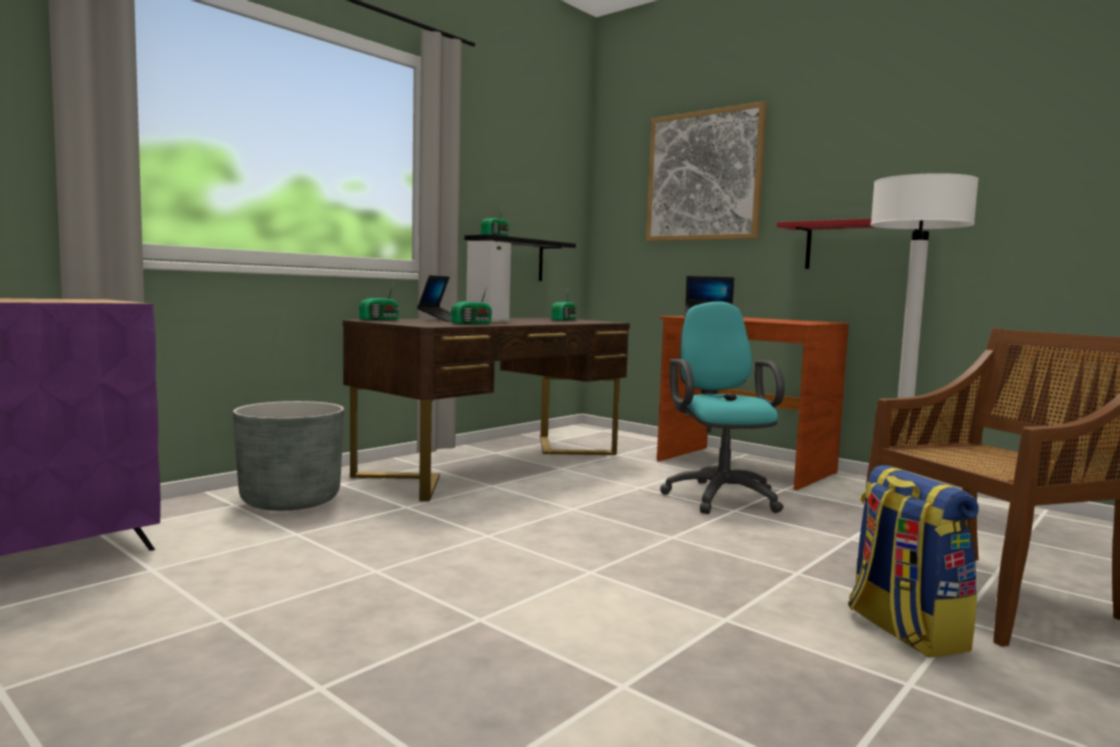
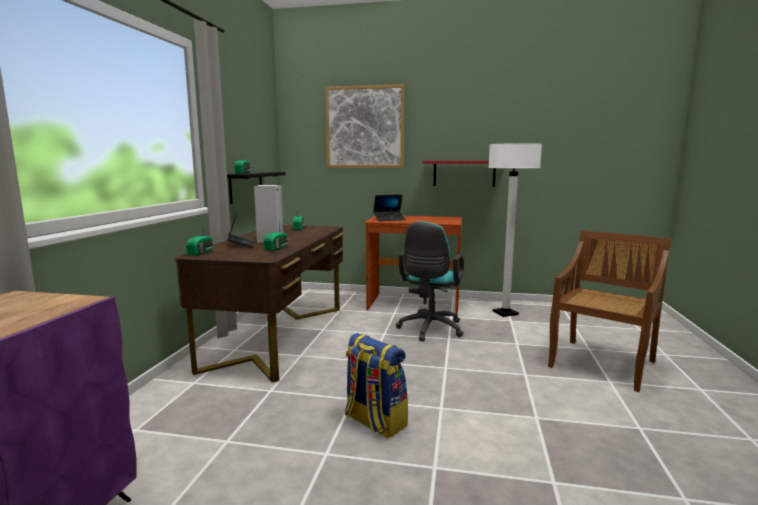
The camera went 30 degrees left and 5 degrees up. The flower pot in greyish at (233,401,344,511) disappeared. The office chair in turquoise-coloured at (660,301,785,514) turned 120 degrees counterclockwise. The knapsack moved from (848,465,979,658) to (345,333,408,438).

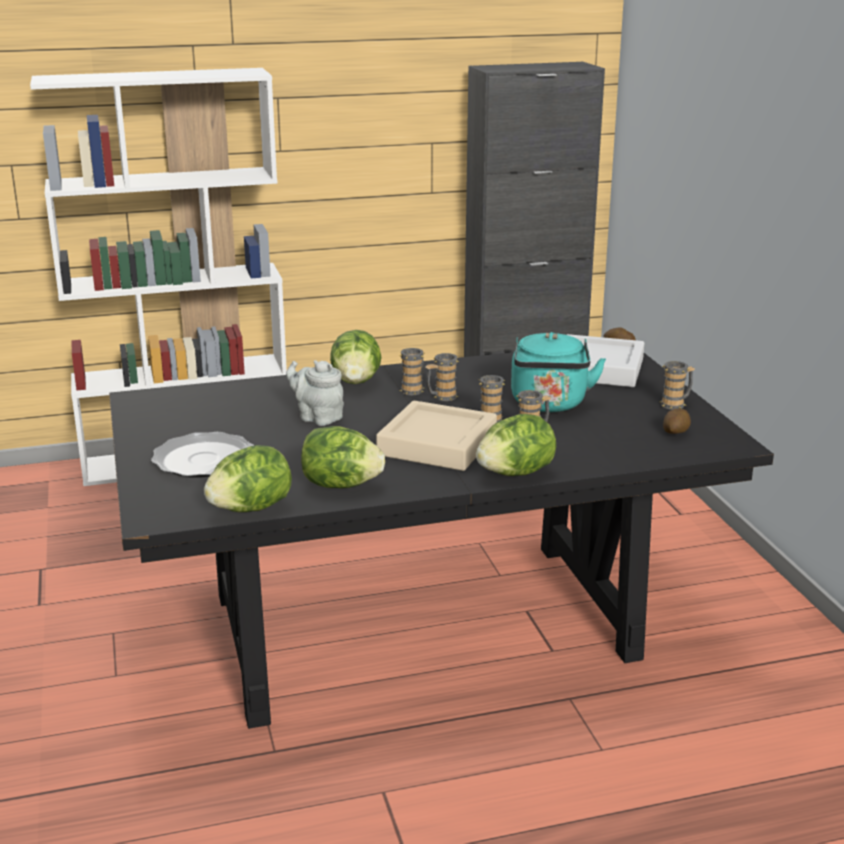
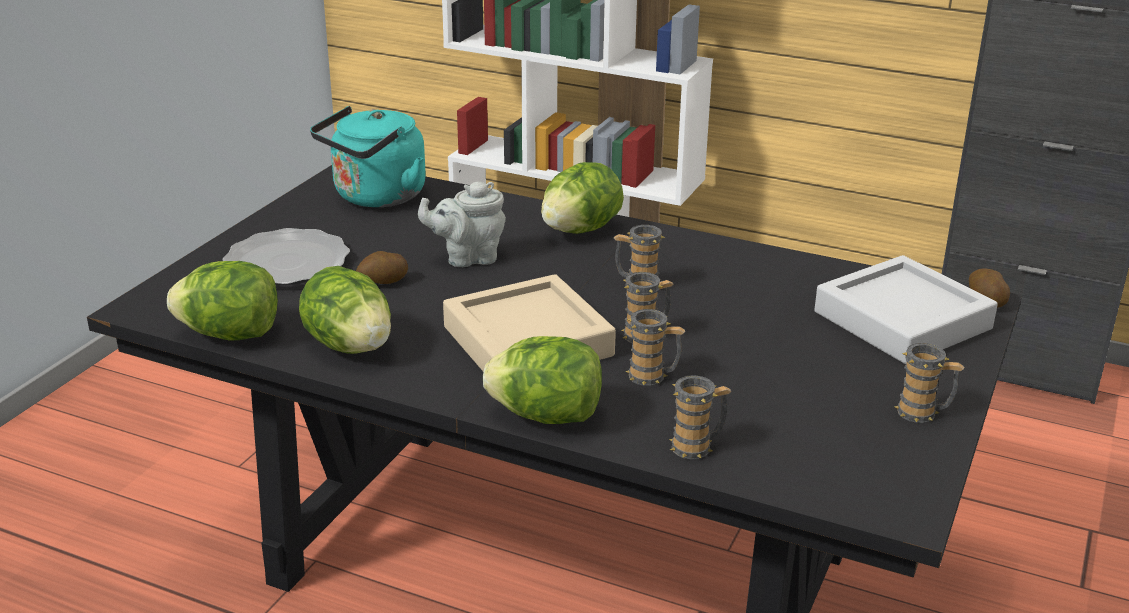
The camera went 40 degrees right and 5 degrees up. The pot for tea in greyish at (286,360,344,426) turned 90 degrees counterclockwise. The coffee mug moved from (399,348,425,395) to (669,375,731,460). The kettle in turquoise-coloured moved from (511,332,606,412) to (310,106,426,207). The whole potato moved from (663,409,691,434) to (356,251,408,284).

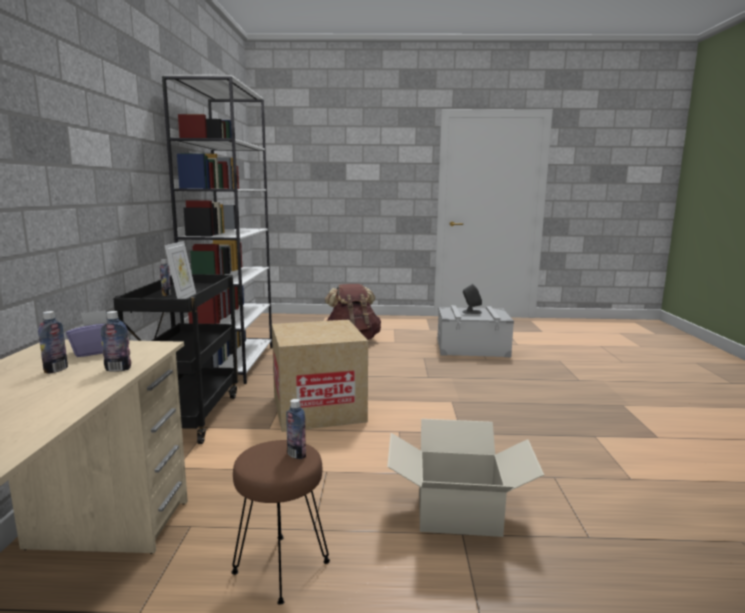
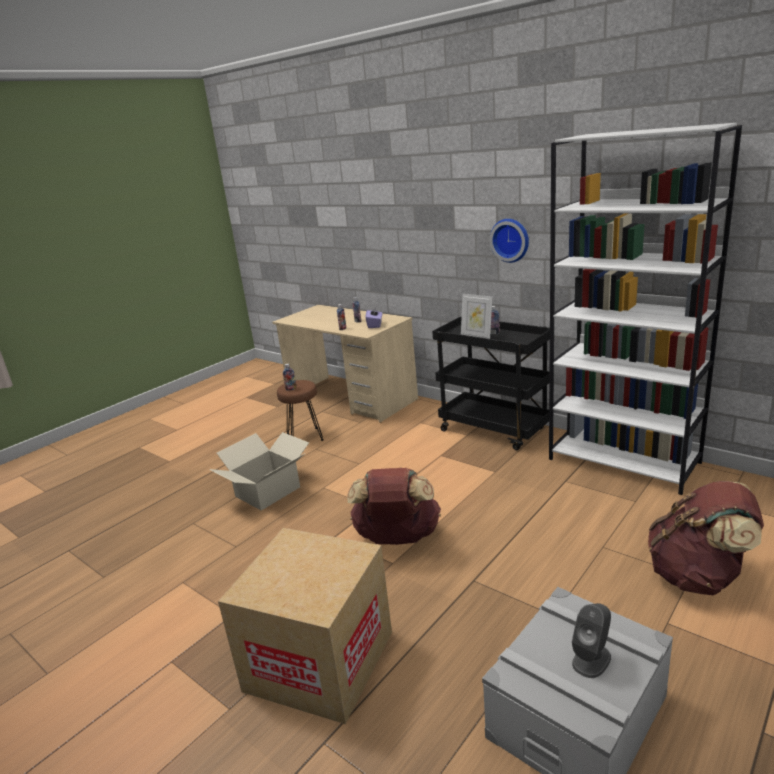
The camera went 130 degrees right and 10 degrees up. The carton moved from (272,320,368,432) to (218,528,392,724). The knapsack in brown-coloured at (347,468,441,545) appeared. The wall clock at (490,219,529,263) appeared.

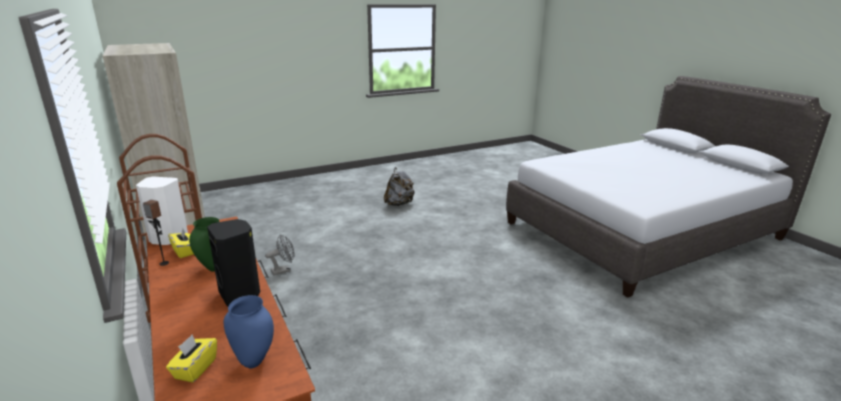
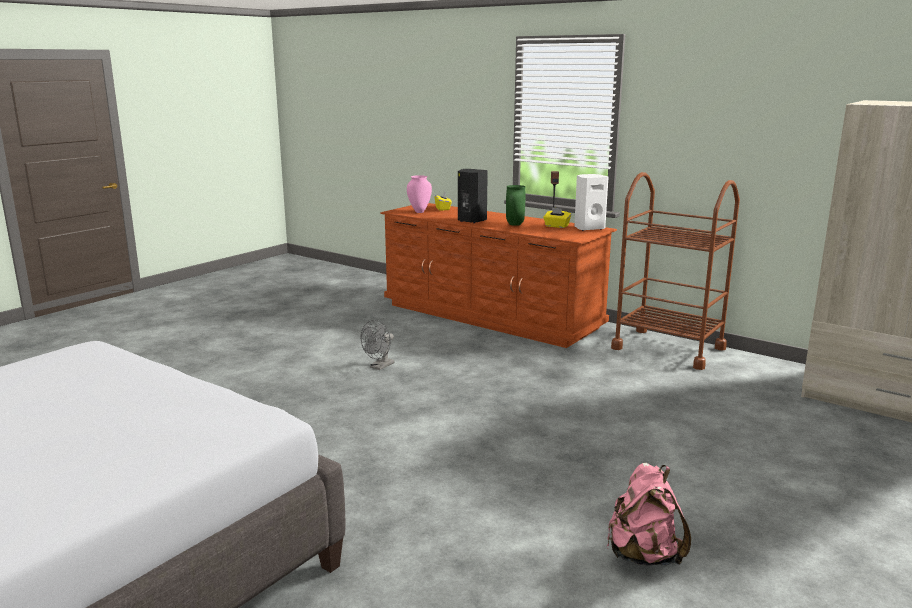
The camera went 155 degrees right and 5 degrees down. The vase in bluish at (223,295,274,368) became the vase in pink-coloured at (407,175,432,213). The electric fan in greyish moved from (265,235,294,275) to (361,320,395,370). The knapsack in greyish at (384,167,415,206) became the knapsack in pink-coloured at (607,463,691,565).

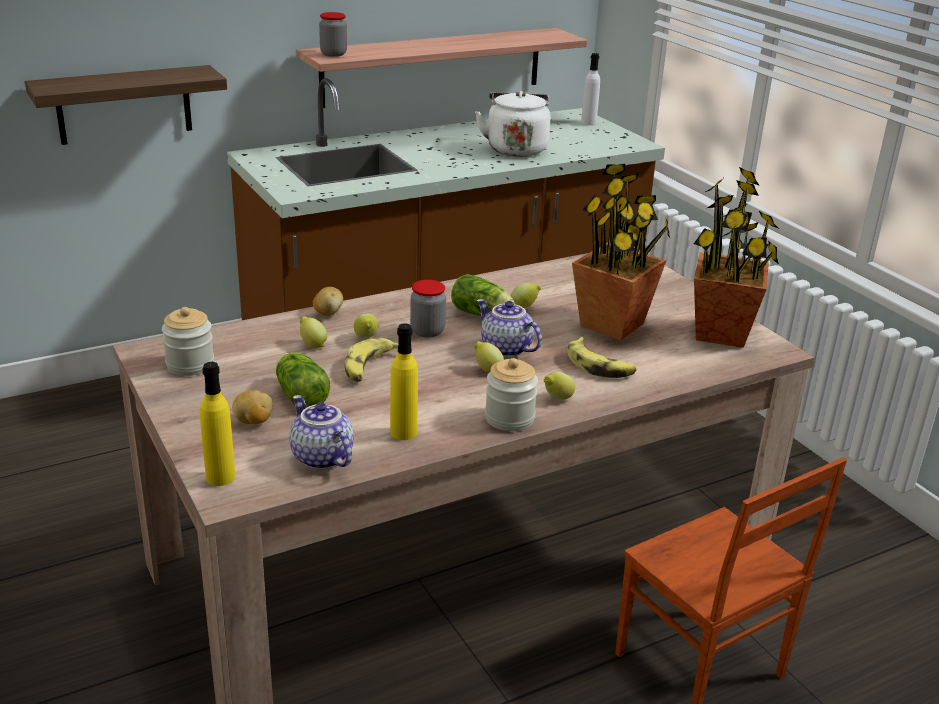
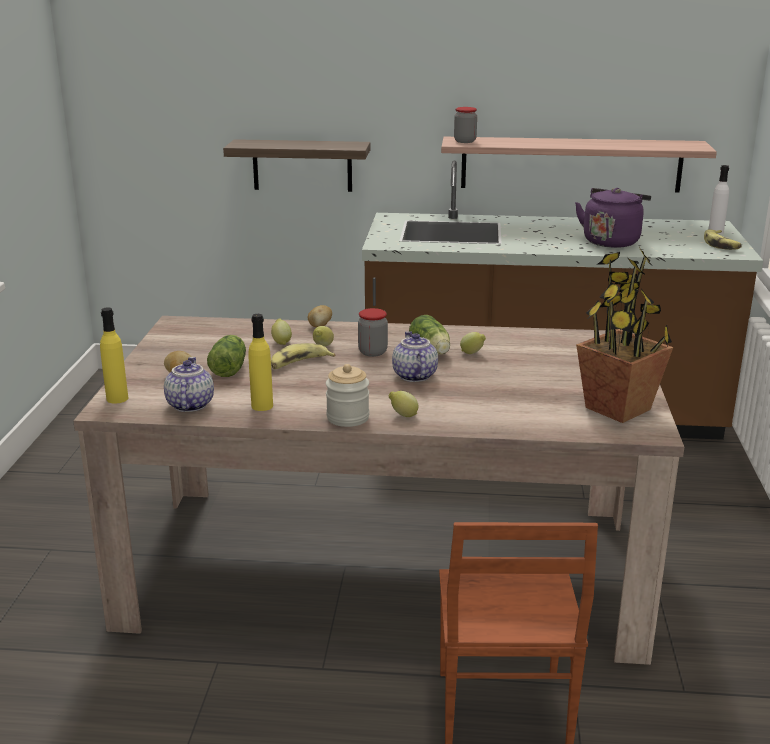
The camera went 35 degrees right and 5 degrees down. The preserve jar at (162,307,214,376) disappeared. The lemon at (474,341,504,373) disappeared. The kettle in white-coloured at (475,91,550,157) became the kettle in purple-coloured at (575,188,651,248). The whole banana moved from (567,337,637,378) to (704,229,742,250). The plant in a pot at (572,164,670,340) disappeared.

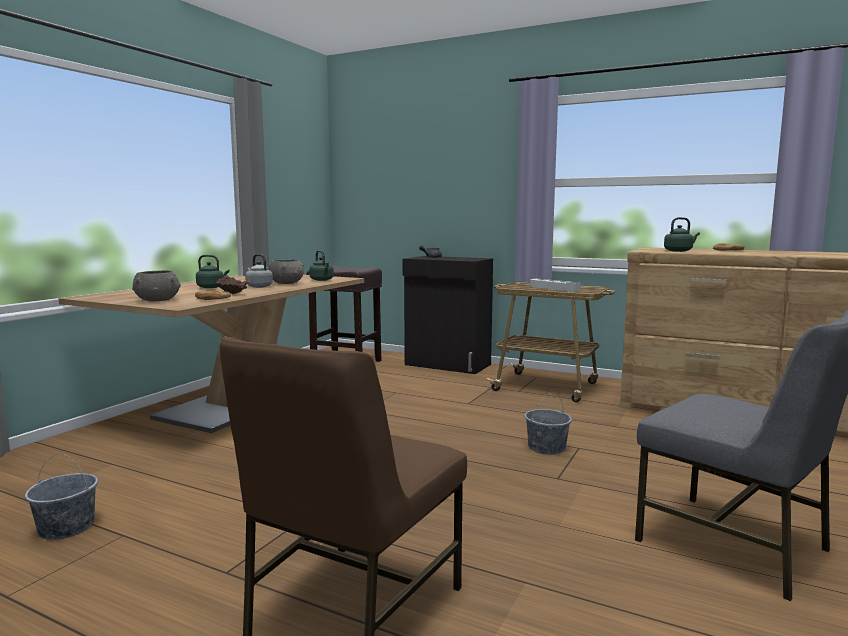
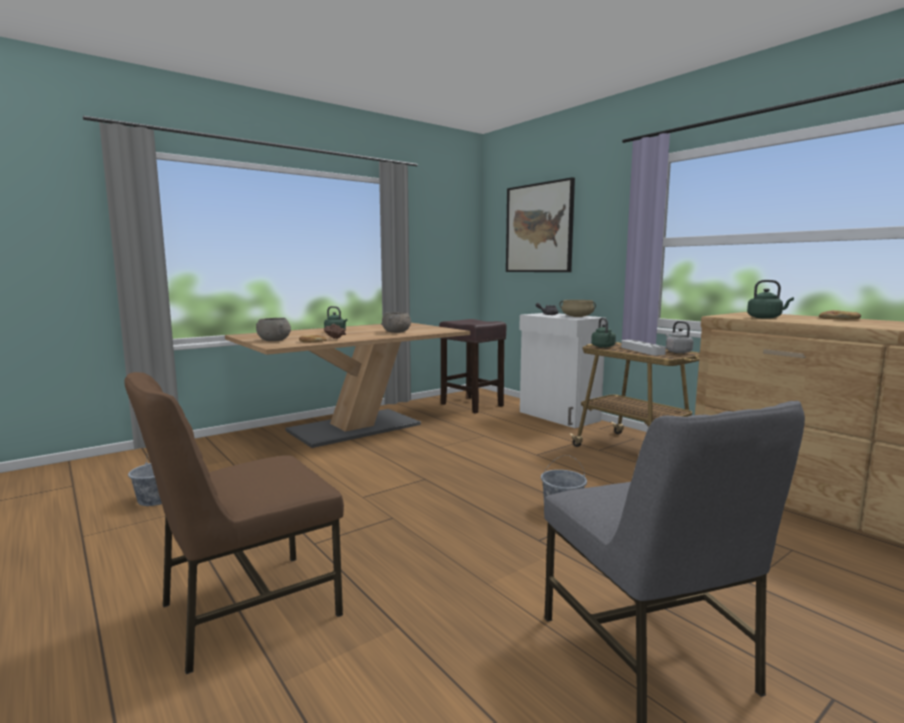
The camera went 25 degrees right and 0 degrees up. The kettle in greyish moved from (245,254,273,288) to (665,321,693,353). The kettle in green-coloured moved from (309,250,334,281) to (591,318,616,348). The cabinet in black-coloured at (402,256,493,374) became the cabinet in white-coloured at (519,313,606,428). The wall art at (506,177,575,272) appeared. The cooking pot in sand-coloured at (559,300,596,317) appeared.

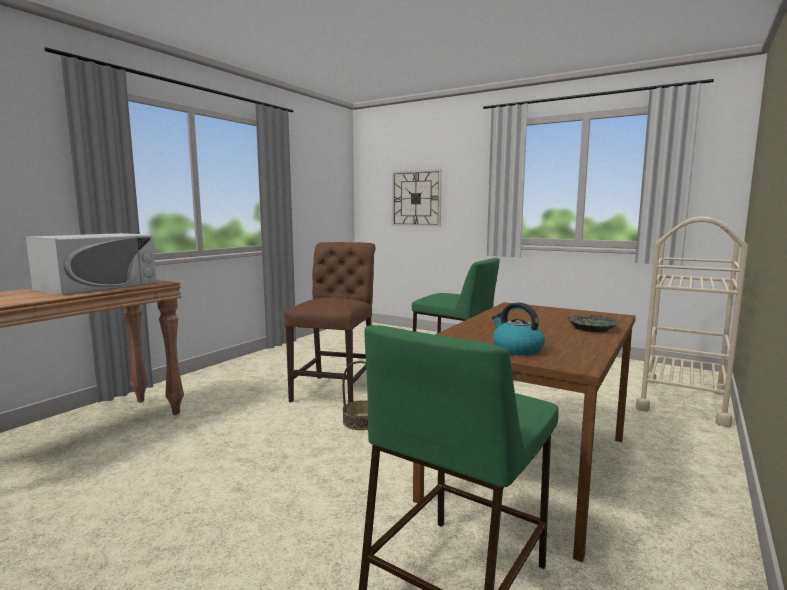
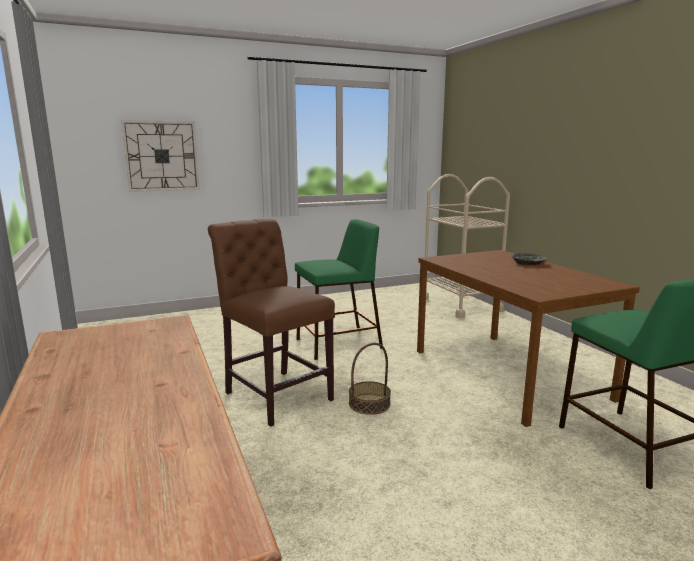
The camera went 55 degrees left and 5 degrees up. The microwave in white-coloured at (26,233,157,295) disappeared. The kettle at (492,302,545,356) disappeared.

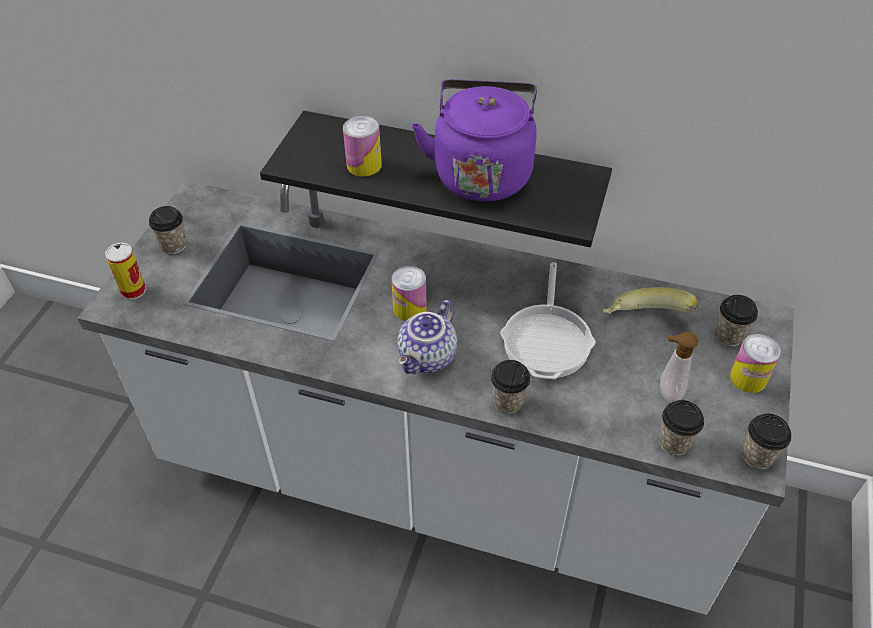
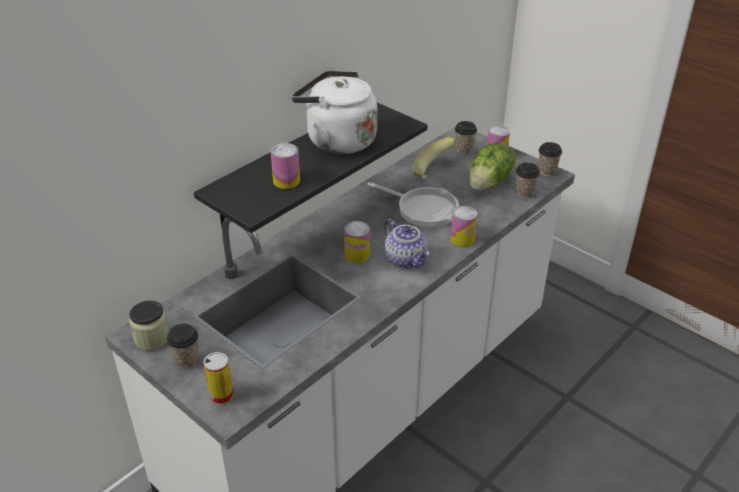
The camera went 65 degrees left and 10 degrees down. The kettle in purple-coloured at (412,80,537,201) became the kettle in white-coloured at (292,70,377,154). The small cup at (491,360,530,414) was replaced by the can at (450,206,478,247). The liquid soap bottle at (660,332,698,403) was replaced by the lettuce head at (469,143,516,190). The preserve jar at (129,300,169,350) appeared.

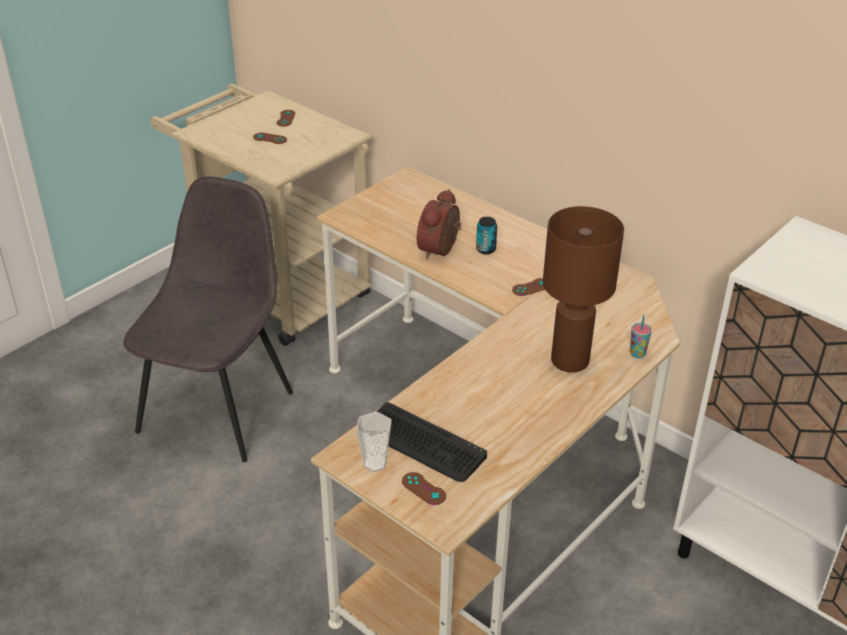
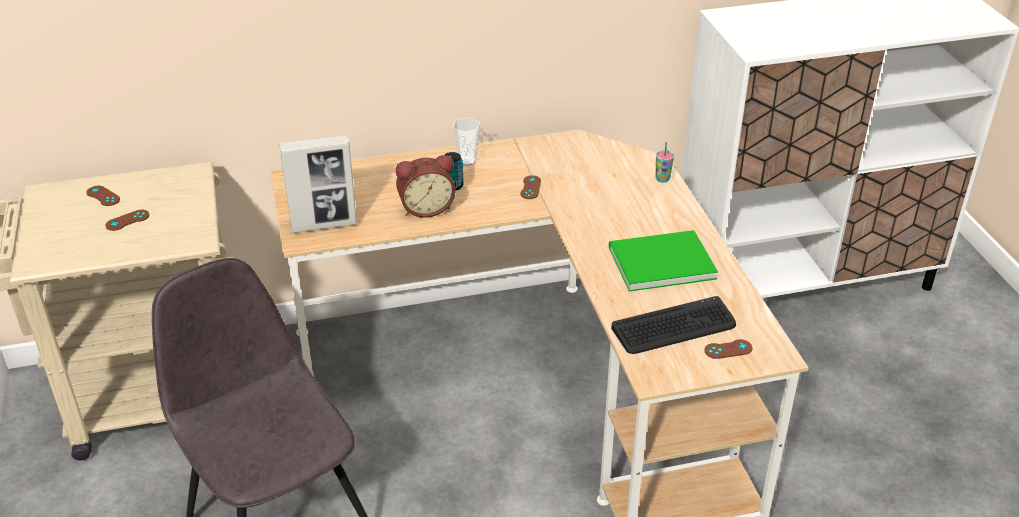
The camera went 55 degrees left and 0 degrees up. The small cup moved from (356,412,392,472) to (452,117,480,166). The bedside clock at (417,189,461,259) turned 75 degrees counterclockwise. The tabletop lamp in brown-coloured at (543,206,624,373) disappeared. The standing frame at (279,135,357,233) appeared. The volume in green-coloured at (609,230,718,291) appeared.

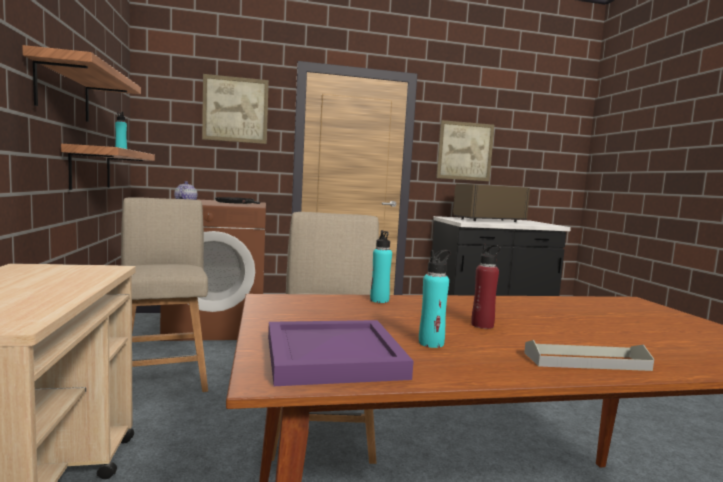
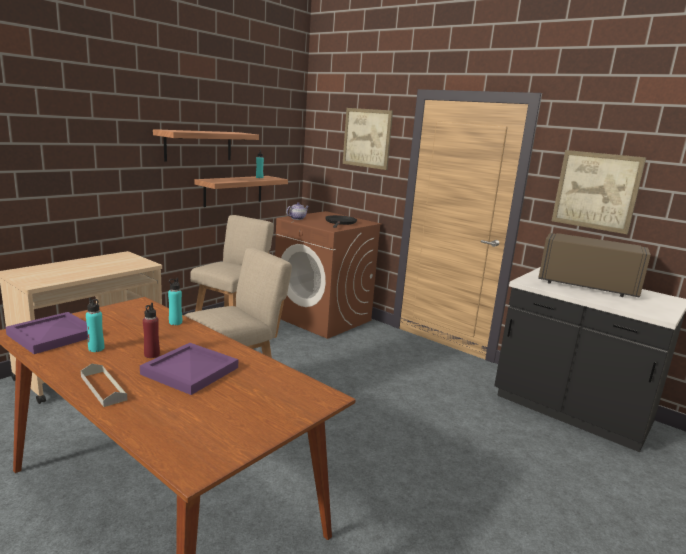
The camera went 50 degrees right and 10 degrees up. The tray in purple-coloured at (140,343,238,395) appeared.

